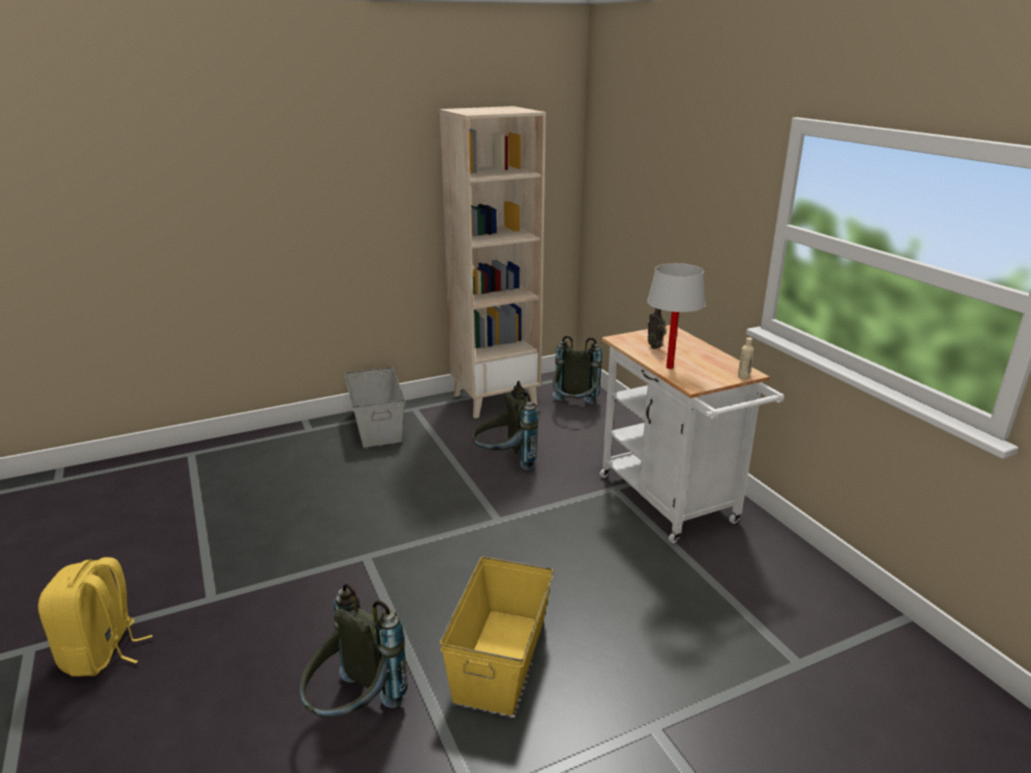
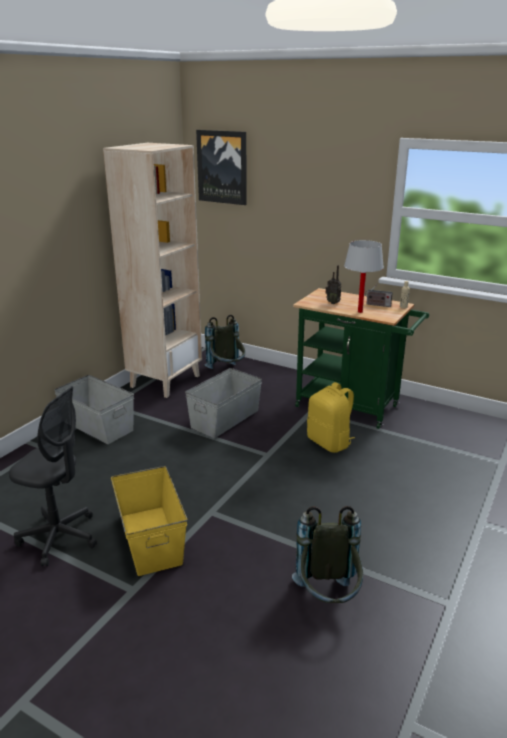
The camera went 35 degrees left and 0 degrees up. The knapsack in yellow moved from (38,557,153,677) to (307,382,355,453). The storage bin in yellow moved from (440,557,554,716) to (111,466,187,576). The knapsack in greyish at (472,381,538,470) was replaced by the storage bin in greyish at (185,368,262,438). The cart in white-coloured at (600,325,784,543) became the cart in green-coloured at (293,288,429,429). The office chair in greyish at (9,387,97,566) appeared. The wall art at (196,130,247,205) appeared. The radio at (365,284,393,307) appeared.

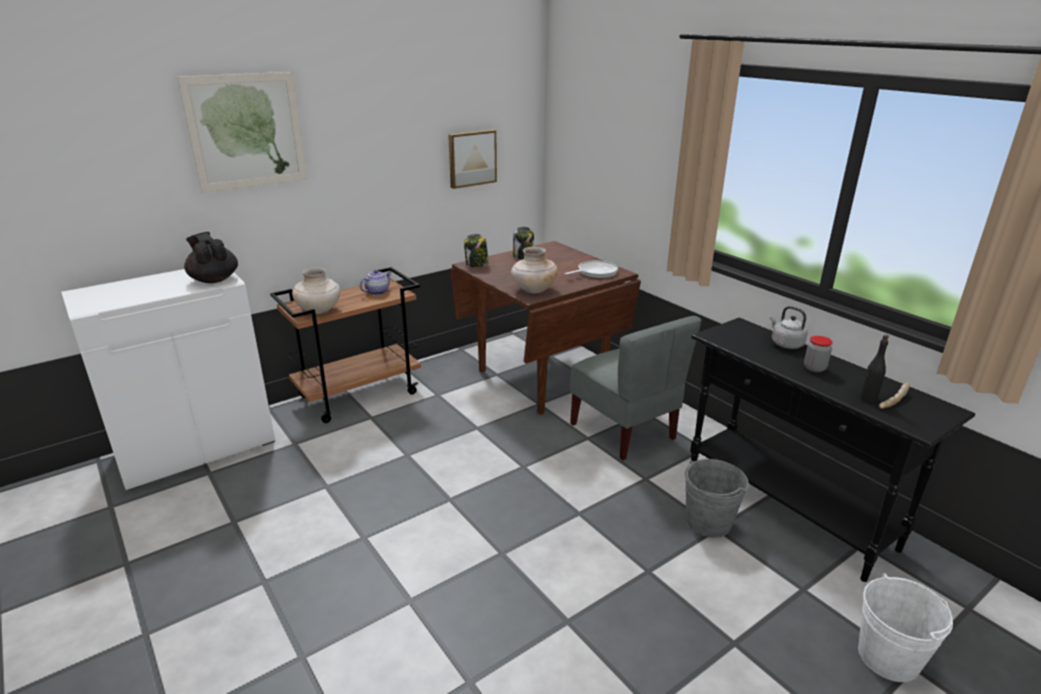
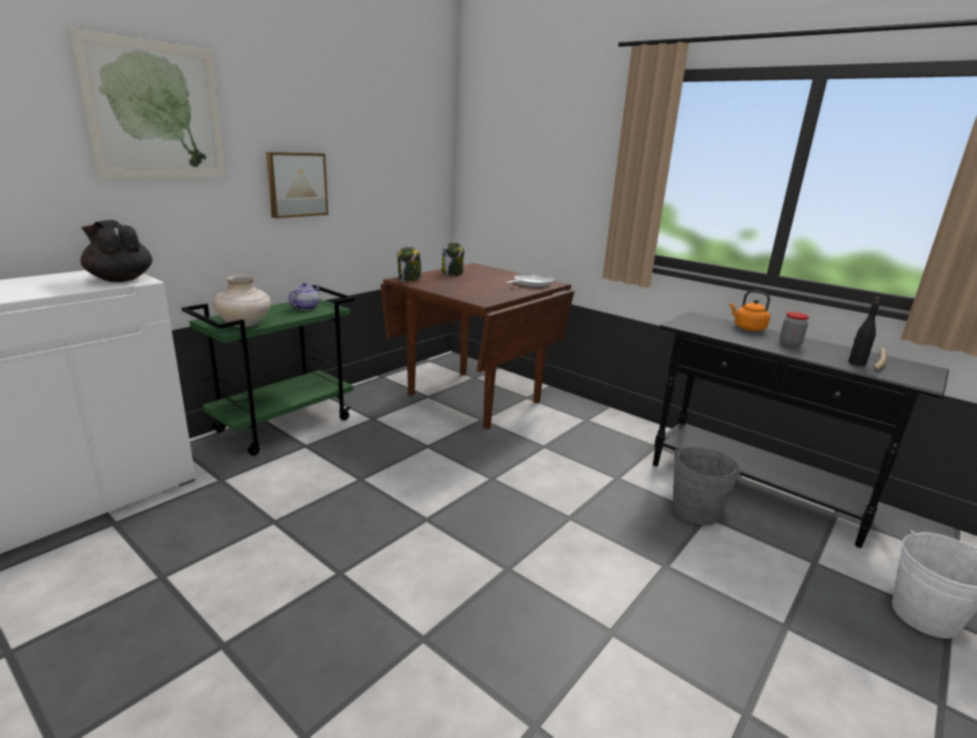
The camera went 15 degrees left and 5 degrees down. The cart in brown-coloured at (270,267,421,423) became the cart in green-coloured at (182,285,355,456). The wall art moved from (448,130,497,189) to (266,152,328,218). The vase in sand-coloured at (511,247,558,293) disappeared. The upright chair in greyish at (570,316,702,460) disappeared. The kettle in greyish at (770,306,808,349) became the kettle in orangey at (730,290,770,331).

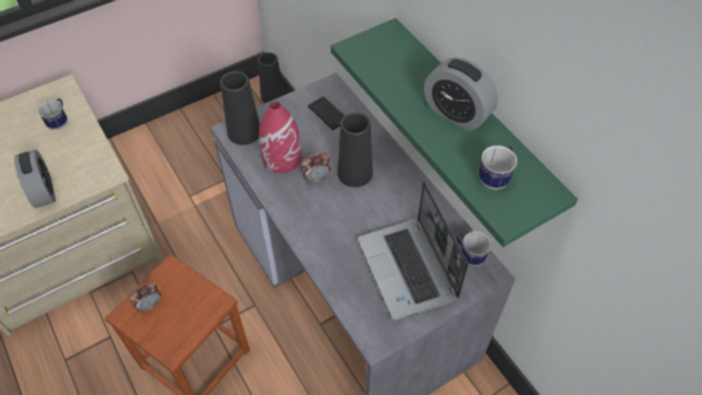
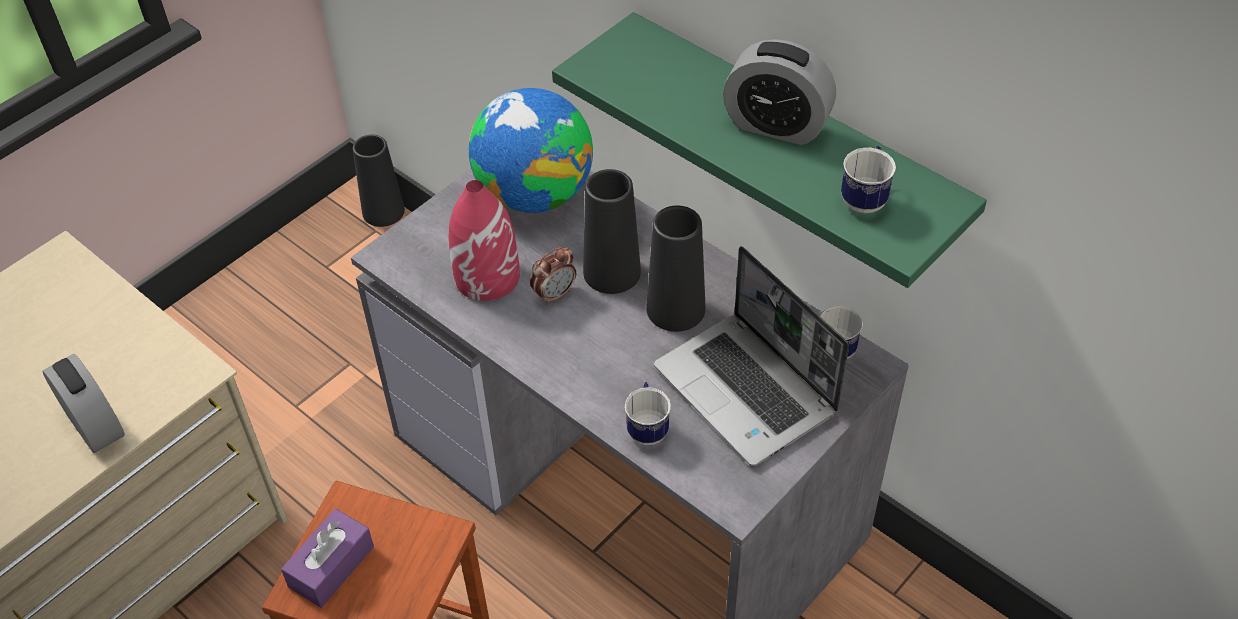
The camera went 15 degrees left and 5 degrees down. The coffee mug moved from (38,98,67,130) to (625,382,671,445). The bedside clock at (130,281,161,313) was replaced by the box of tissues in purple-coloured at (281,509,374,608). The vase in black-coloured moved from (220,71,260,145) to (646,206,705,332). The phone at (308,97,344,130) was replaced by the world globe at (468,88,593,213).

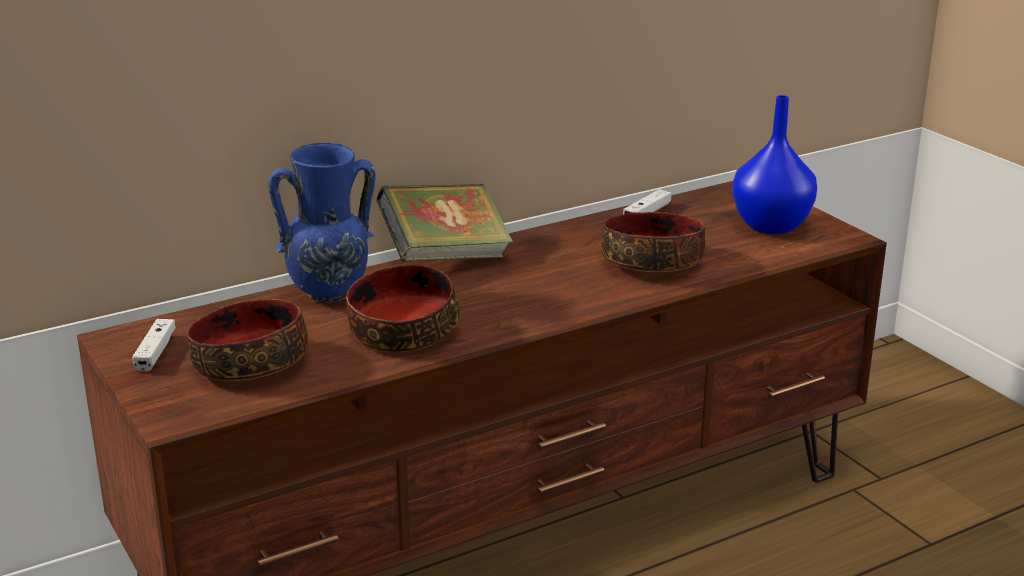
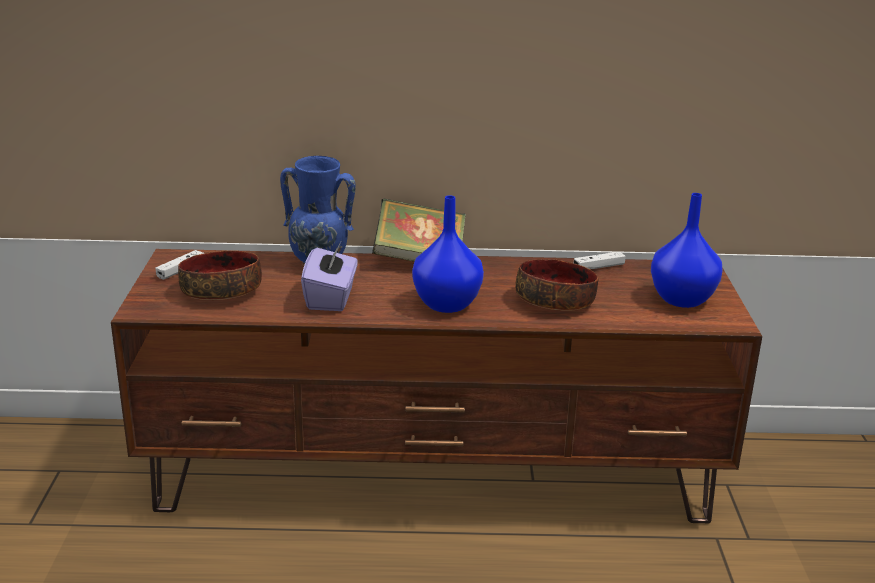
The camera went 30 degrees right and 0 degrees up. The bowl at (346,265,460,352) was replaced by the box of tissues in purple-coloured at (301,242,358,311). The vase in bluish at (412,195,484,313) appeared.

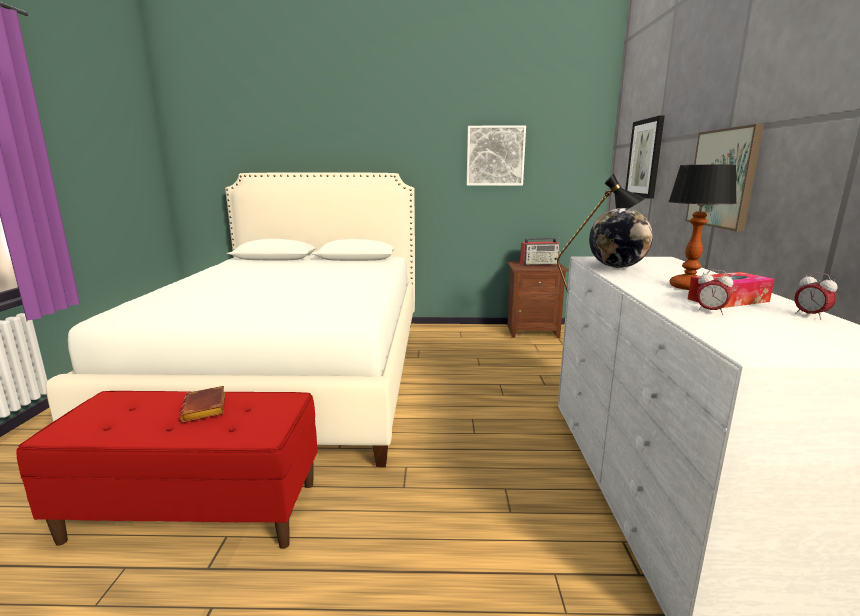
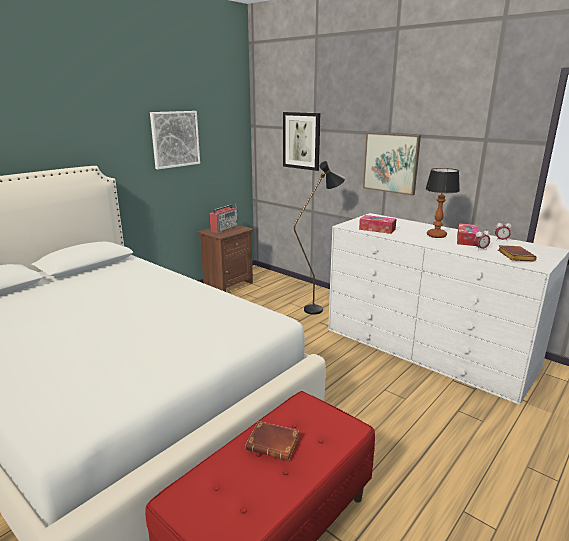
The camera went 50 degrees left and 5 degrees up. The world globe at (589,208,653,268) was replaced by the box of tissues at (359,215,396,234). The volume in brown-coloured at (498,245,537,262) appeared.

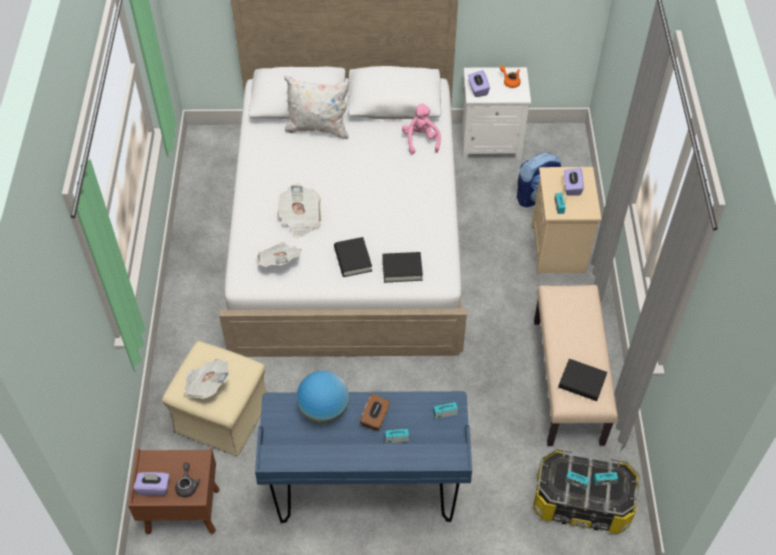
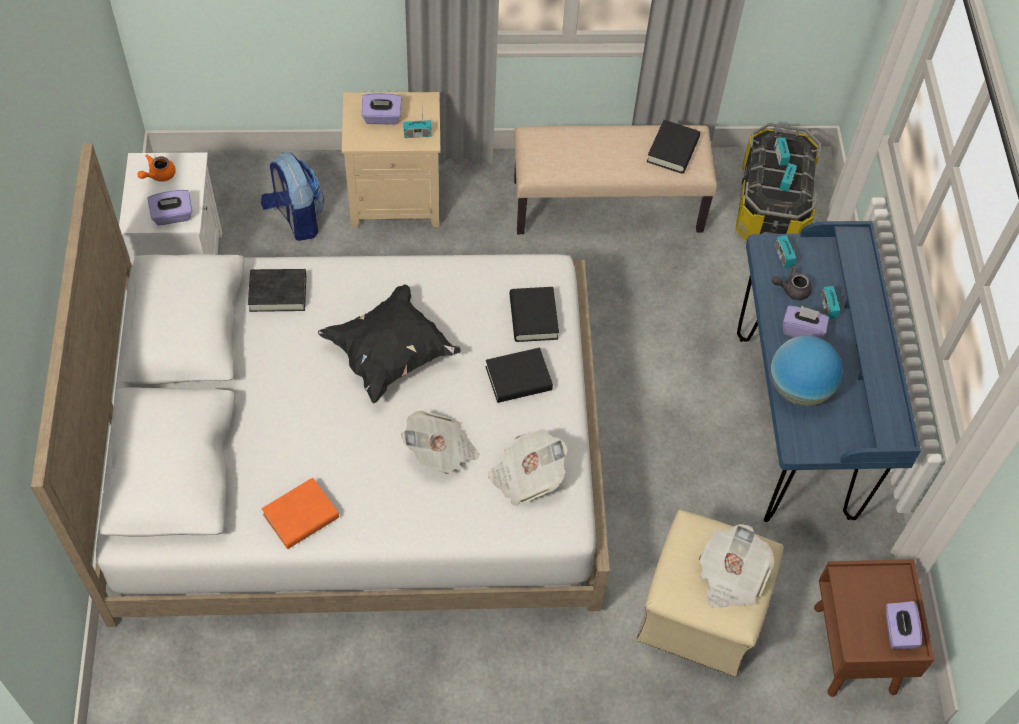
The camera went 95 degrees left and 5 degrees up. The pot for tea in greyish moved from (175,462,201,497) to (772,265,812,300). The throw pillow in white-coloured at (284,76,350,139) disappeared. The box of tissues in brown-coloured at (360,393,390,431) became the box of tissues in purple-coloured at (783,305,829,339). The cuddly toy in pink-coloured at (402,103,441,154) was replaced by the volume in black-coloured at (248,269,306,312). The volume in orangey at (261,478,339,549) appeared. The throw pillow in black-coloured at (318,285,460,404) appeared.

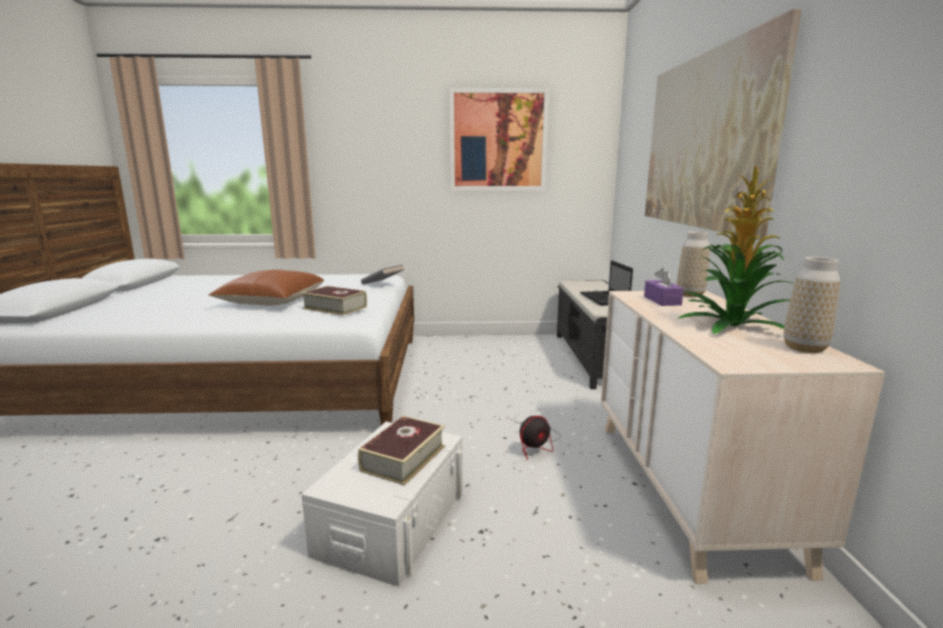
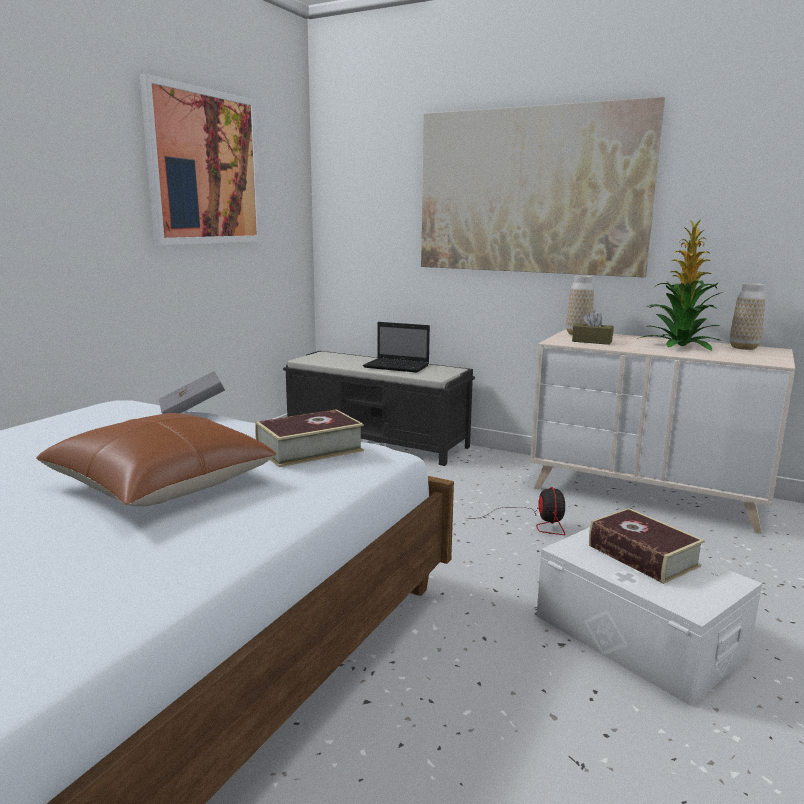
The camera went 60 degrees left and 0 degrees up. The box of tissues in purple-coloured at (644,268,684,306) became the box of tissues in brown-coloured at (572,310,614,345).

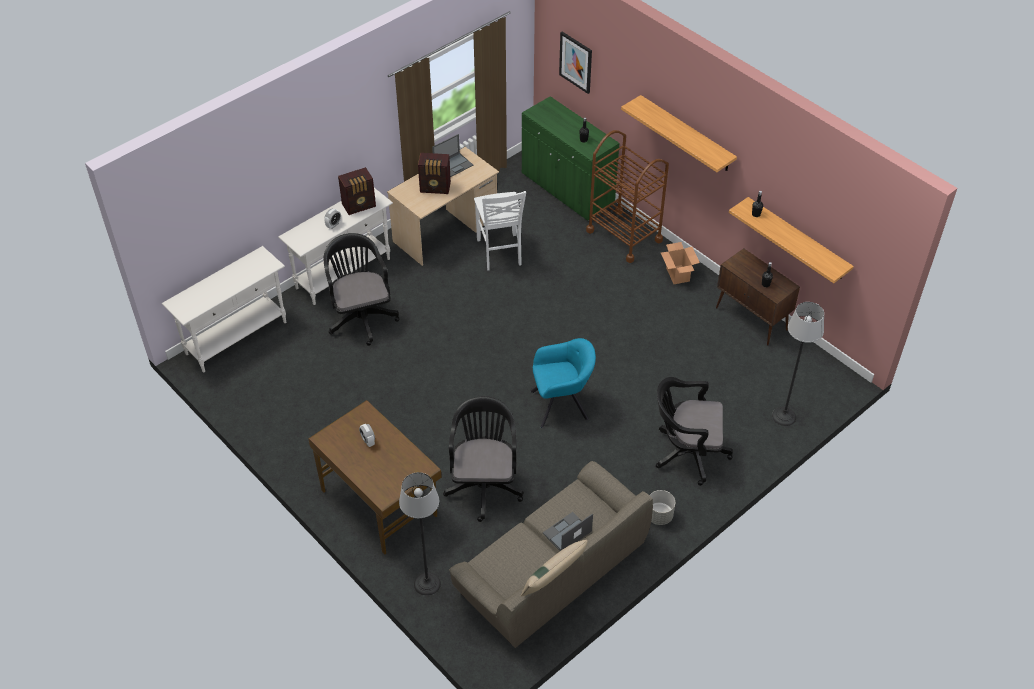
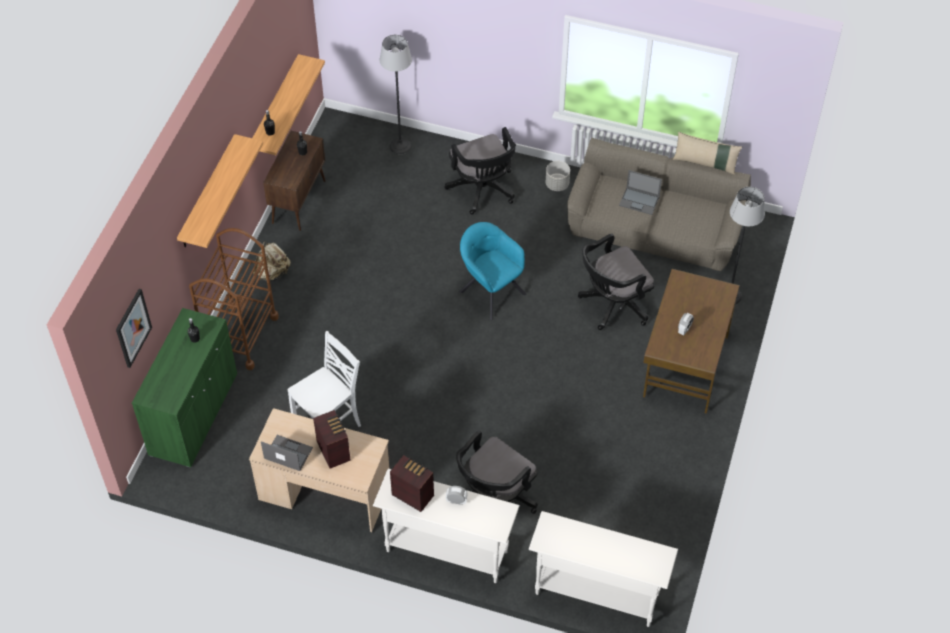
The camera went 120 degrees left and 5 degrees up. The carton at (661,242,700,284) was replaced by the knapsack in sand-coloured at (253,241,291,281).

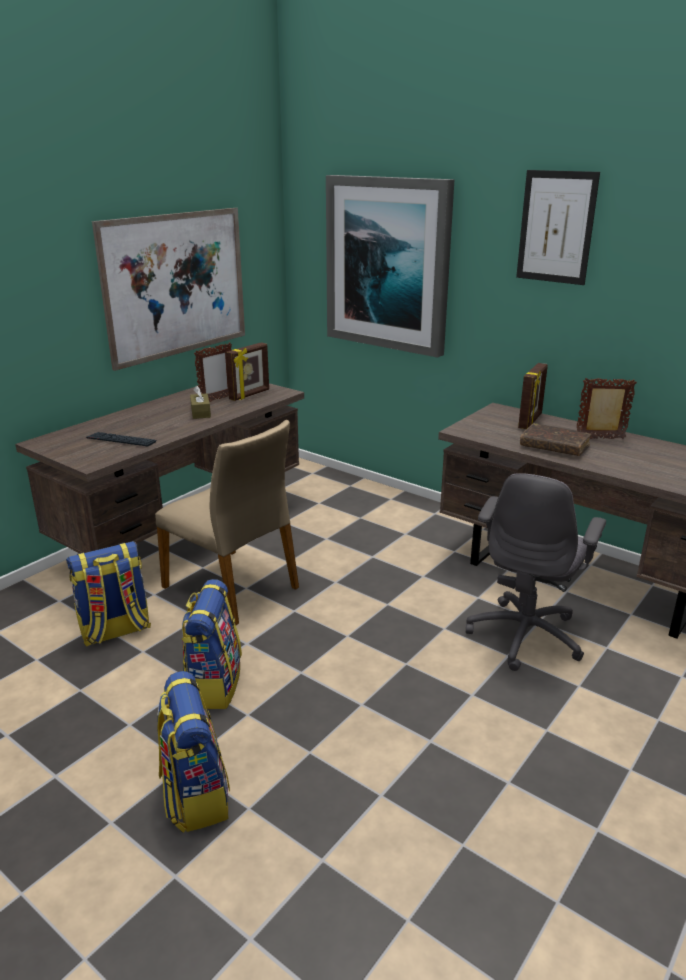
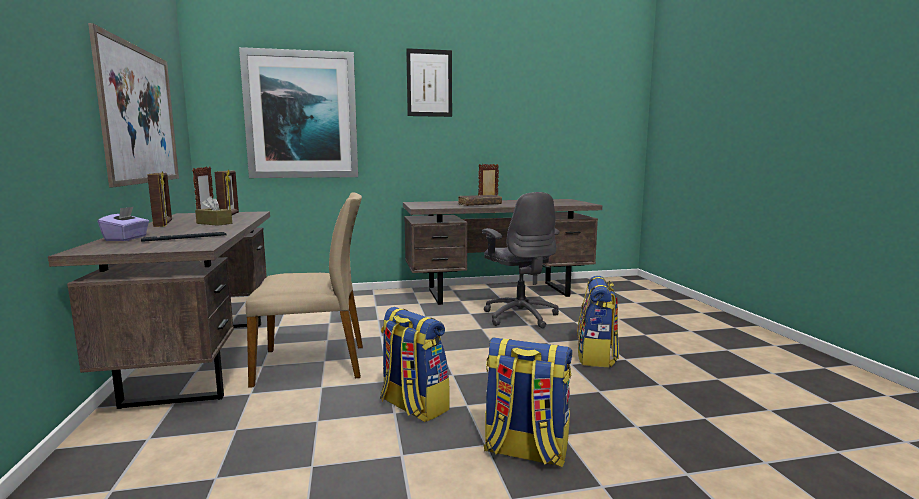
The camera went 50 degrees left and 15 degrees down. The knapsack moved from (66,541,151,647) to (577,276,619,367). The standing frame moved from (518,363,548,429) to (147,171,172,227). The box of tissues in purple-coloured at (98,206,149,241) appeared.

